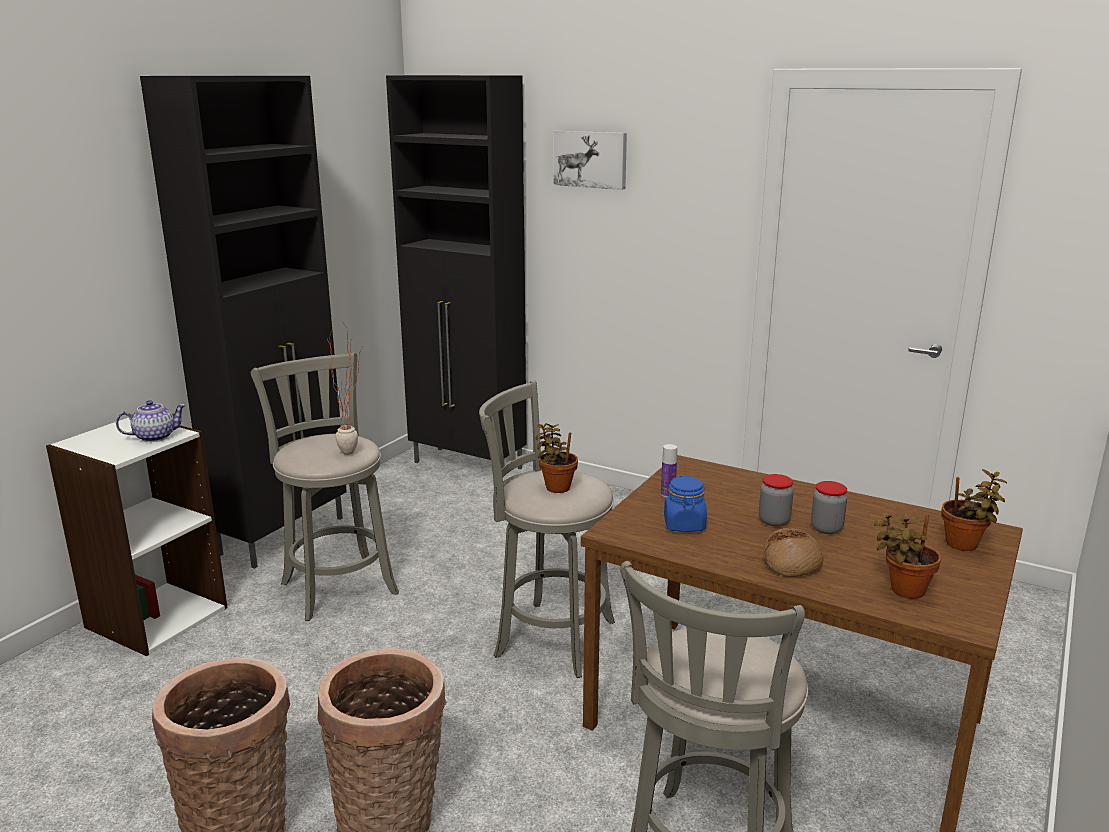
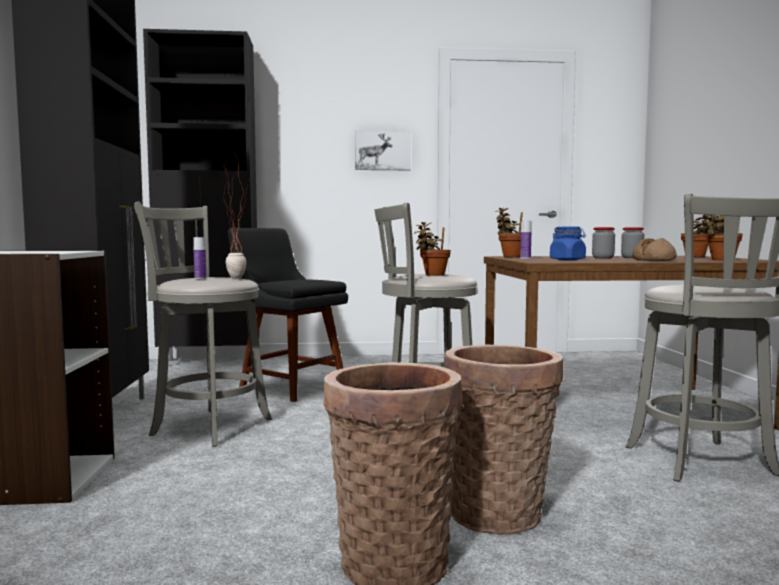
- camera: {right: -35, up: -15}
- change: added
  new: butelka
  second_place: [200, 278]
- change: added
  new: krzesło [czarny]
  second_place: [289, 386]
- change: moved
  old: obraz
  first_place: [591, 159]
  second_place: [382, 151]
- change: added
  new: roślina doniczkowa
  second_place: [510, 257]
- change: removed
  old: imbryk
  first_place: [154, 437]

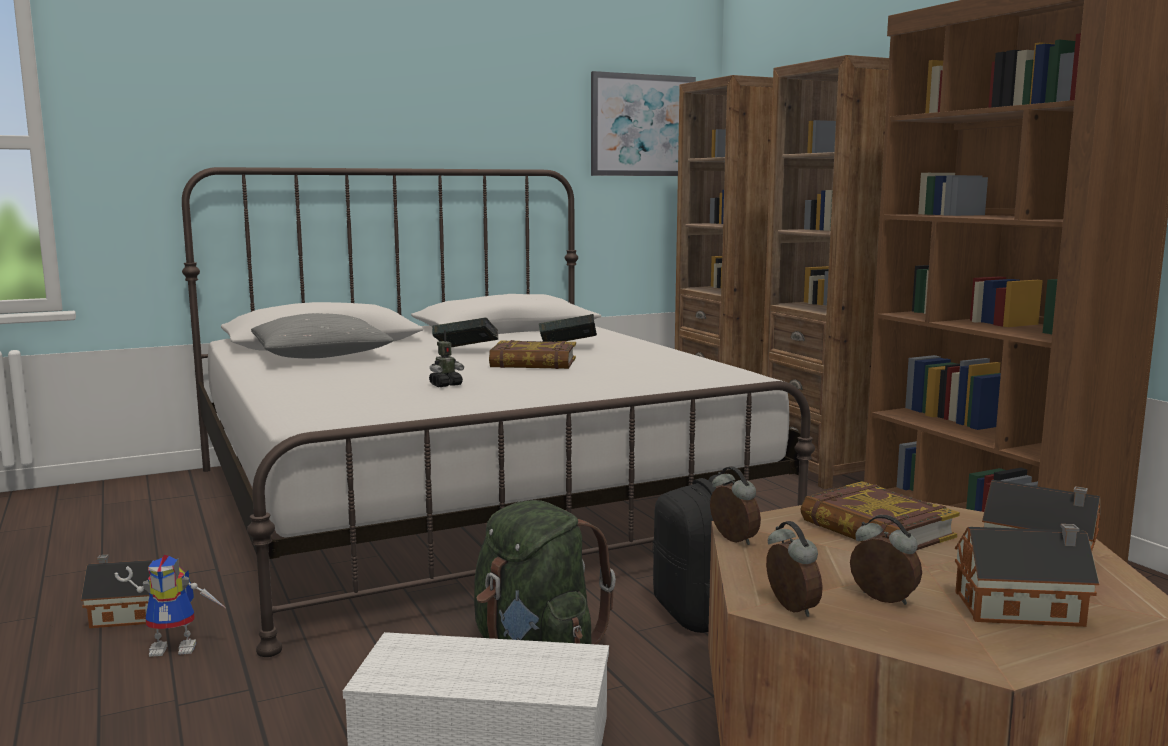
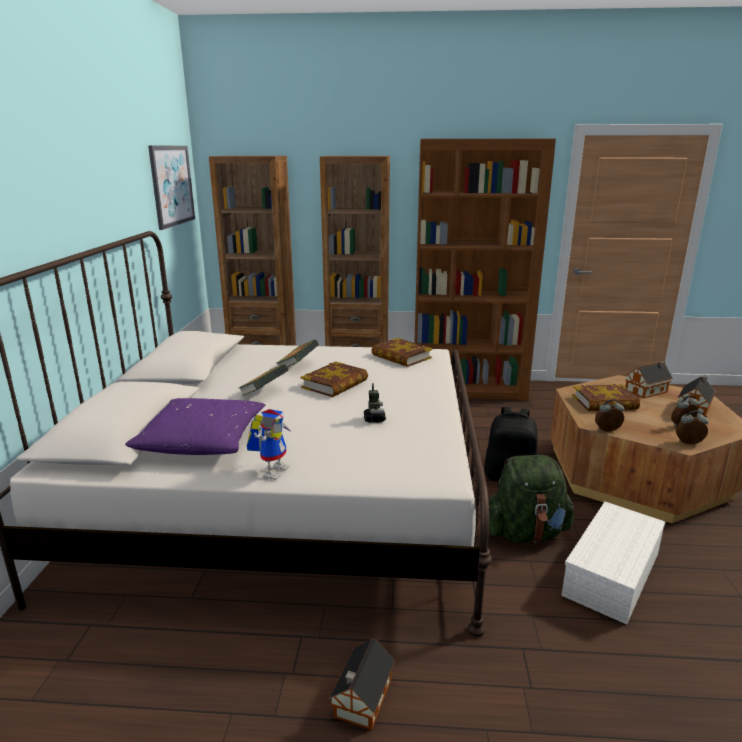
- camera: {right: -60, up: 10}
- change: recoloured
  old: poduszka [szary]
  new: poduszka [fioletowy]
  first_place: [321, 356]
  second_place: [202, 440]
- change: moved
  old: robot zabawkowy
  first_place: [178, 646]
  second_place: [273, 470]
- change: added
  new: książka
  second_place: [401, 357]

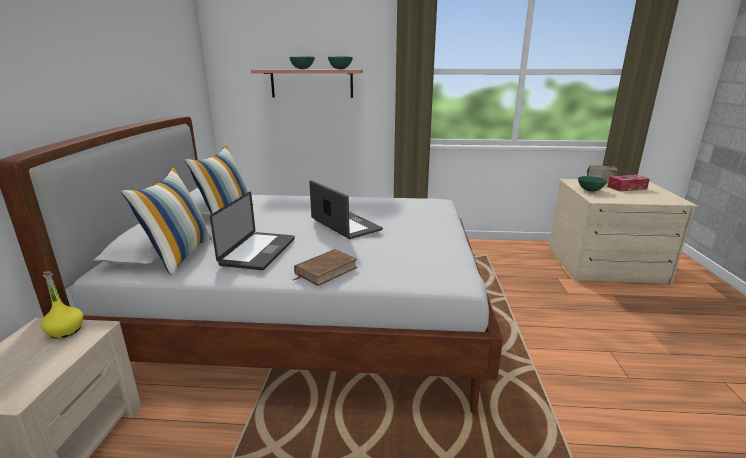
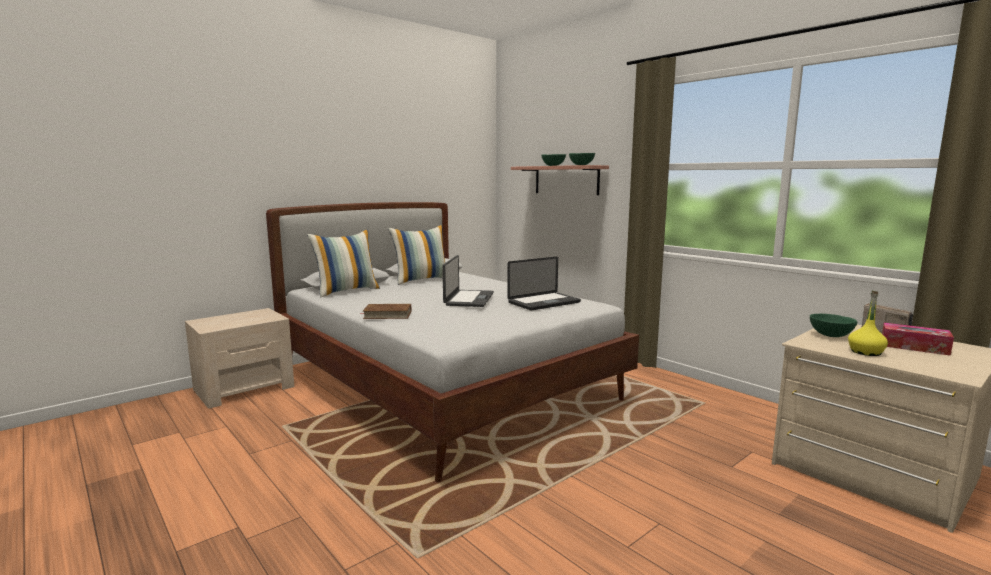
- camera: {right: 45, up: -10}
- change: moved
  old: laptop
  first_place: [258, 252]
  second_place: [544, 302]
- change: moved
  old: butelka [żółty]
  first_place: [66, 331]
  second_place: [866, 352]

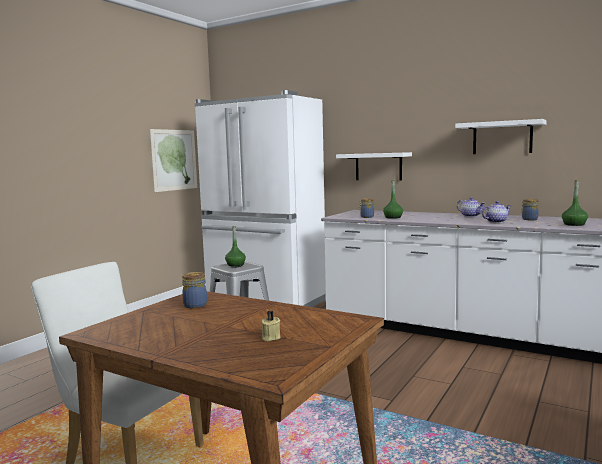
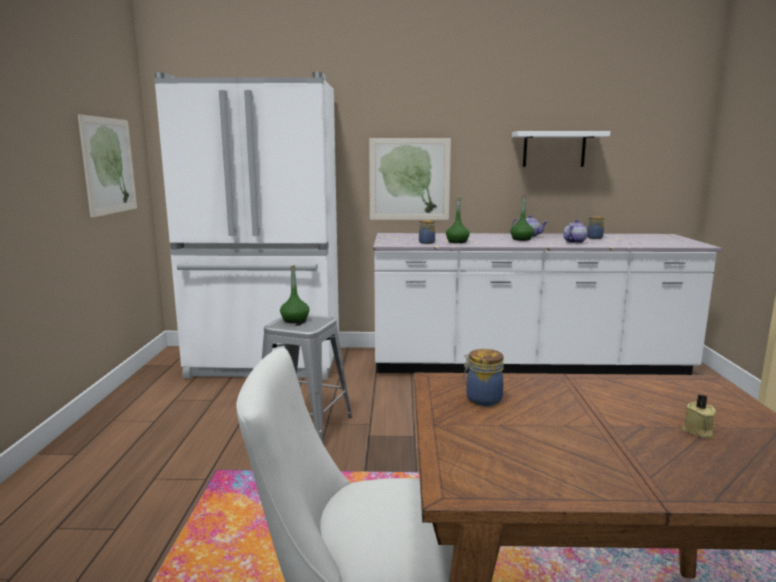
- camera: {right: -30, up: 5}
- change: replaced
  old: półka [biały]
  new: obraz
  first_place: [378, 166]
  second_place: [409, 179]
- change: moved
  old: butelka [zielony]
  first_place: [574, 224]
  second_place: [521, 239]

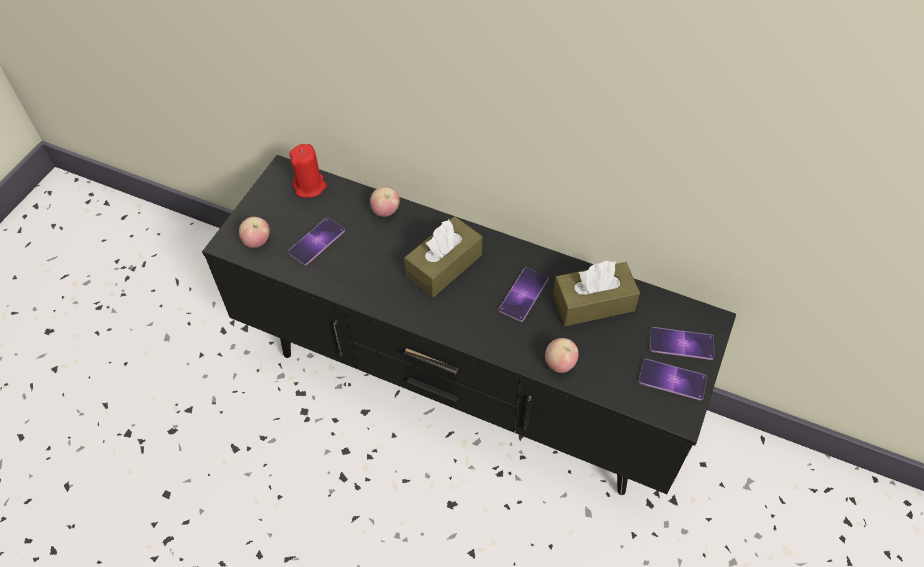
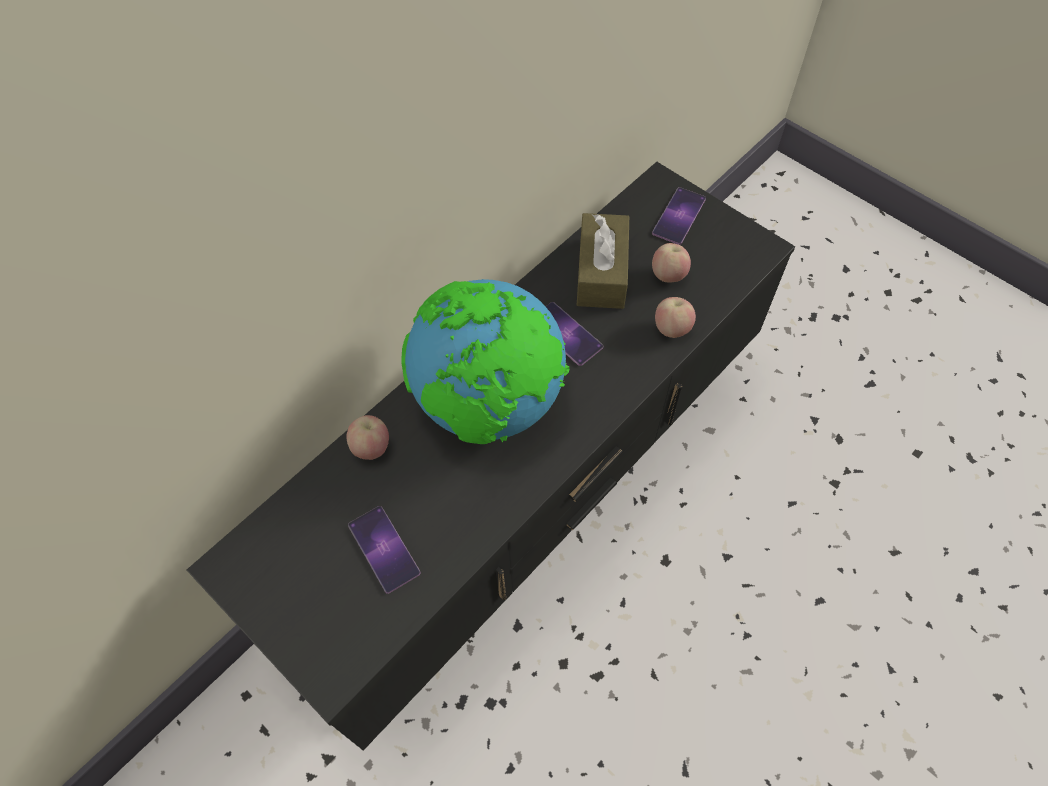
- camera: {right: -70, up: 5}
- change: replaced
  old: pudełko chusteczek [brązowy]
  new: globus
  first_place: [444, 265]
  second_place: [490, 403]
- change: moved
  old: jabłko
  first_place: [257, 242]
  second_place: [668, 275]
- change: removed
  old: świeca [czerwony]
  first_place: [310, 186]
- change: removed
  old: telefon
  first_place: [672, 379]

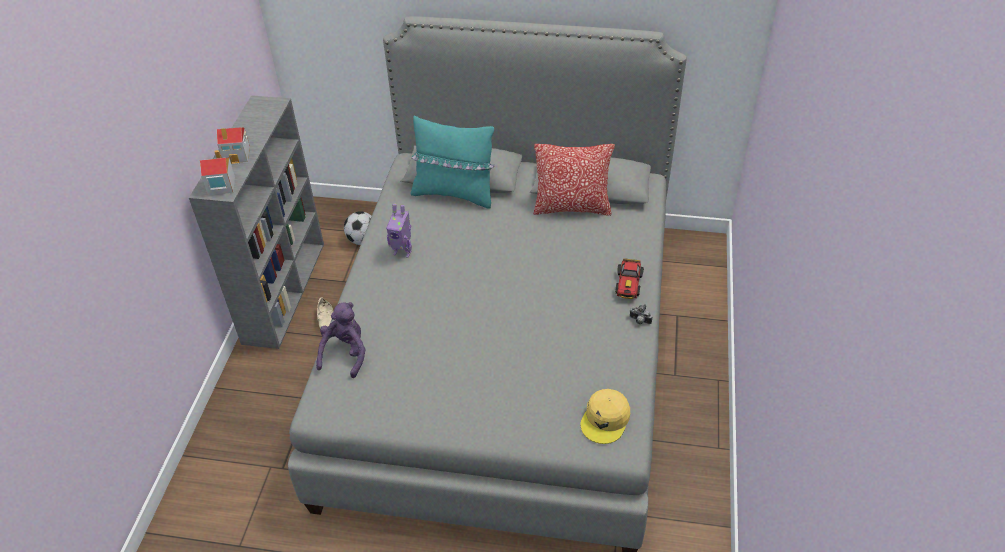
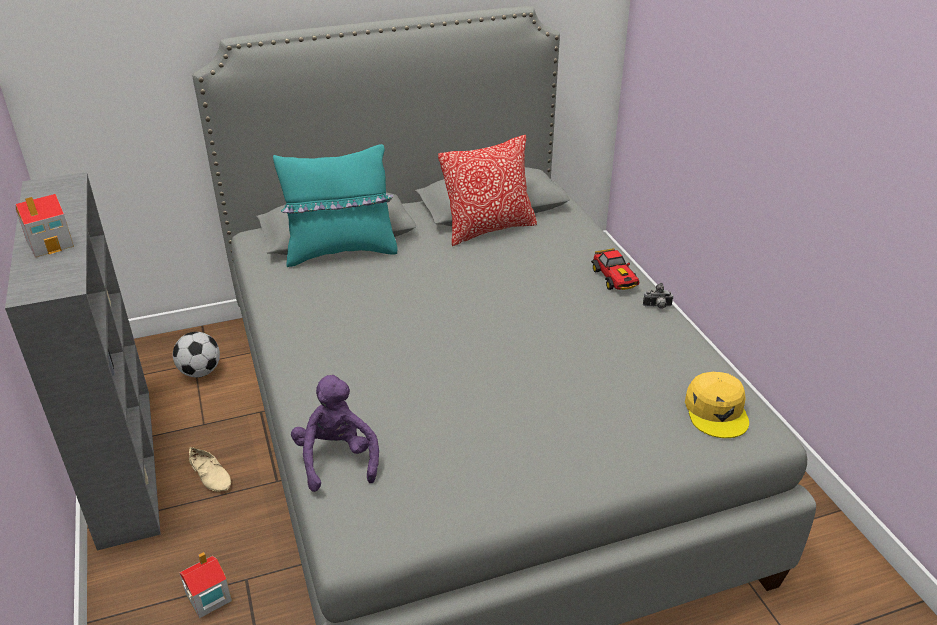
- camera: {right: -30, up: -10}
- change: moved
  old: domek
  first_place: [221, 186]
  second_place: [208, 598]
- change: removed
  old: robot zabawkowy
  first_place: [402, 252]

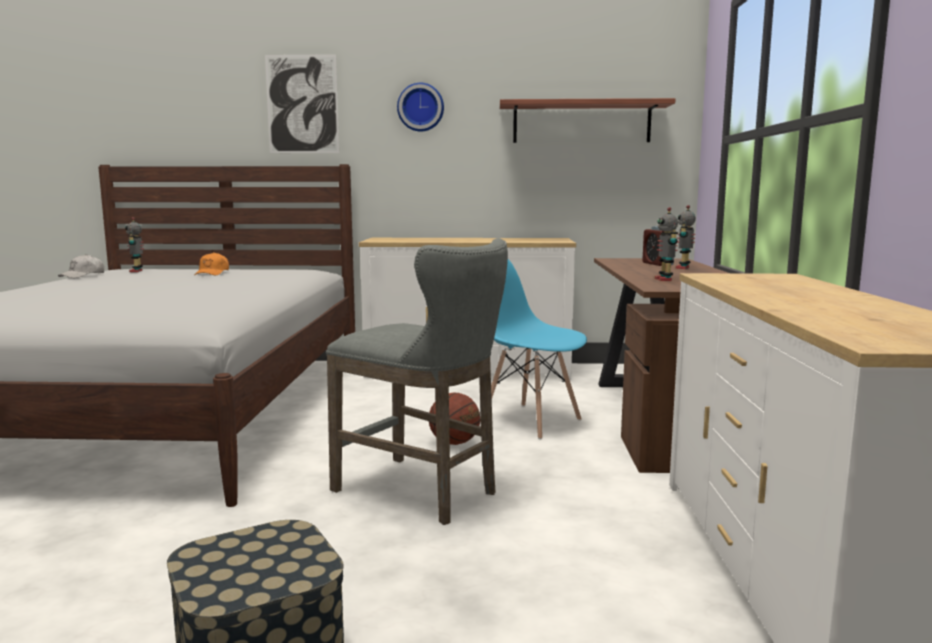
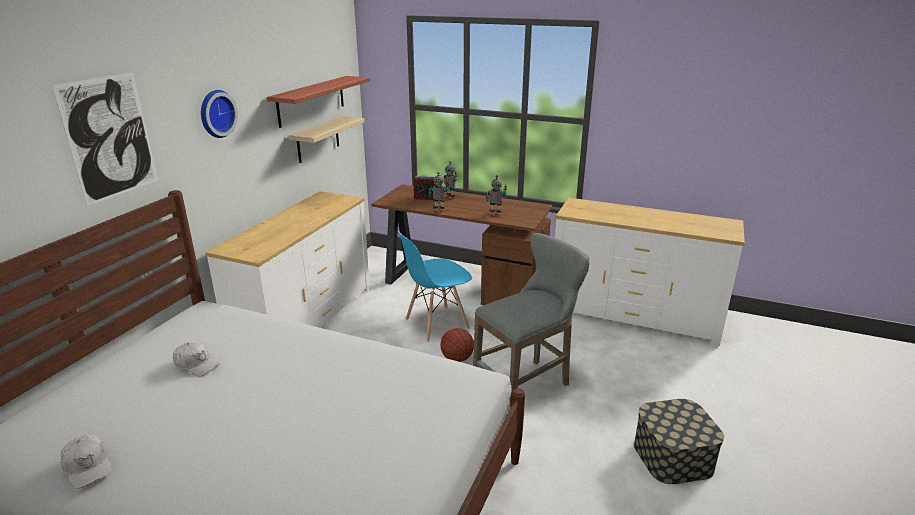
- camera: {right: -70, up: 15}
- change: recoloured
  old: czapka z daszkiem [pomarańczowy]
  new: czapka z daszkiem [biały]
  first_place: [212, 273]
  second_place: [197, 364]
- change: added
  new: półka [beżowy]
  second_place: [318, 139]
- change: moved
  old: robot zabawkowy
  first_place: [137, 271]
  second_place: [438, 210]

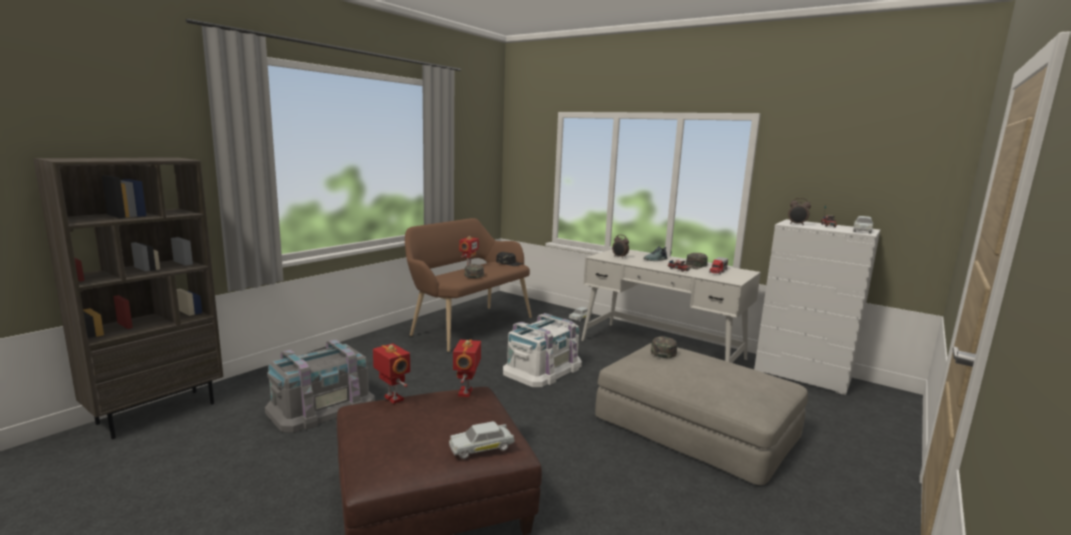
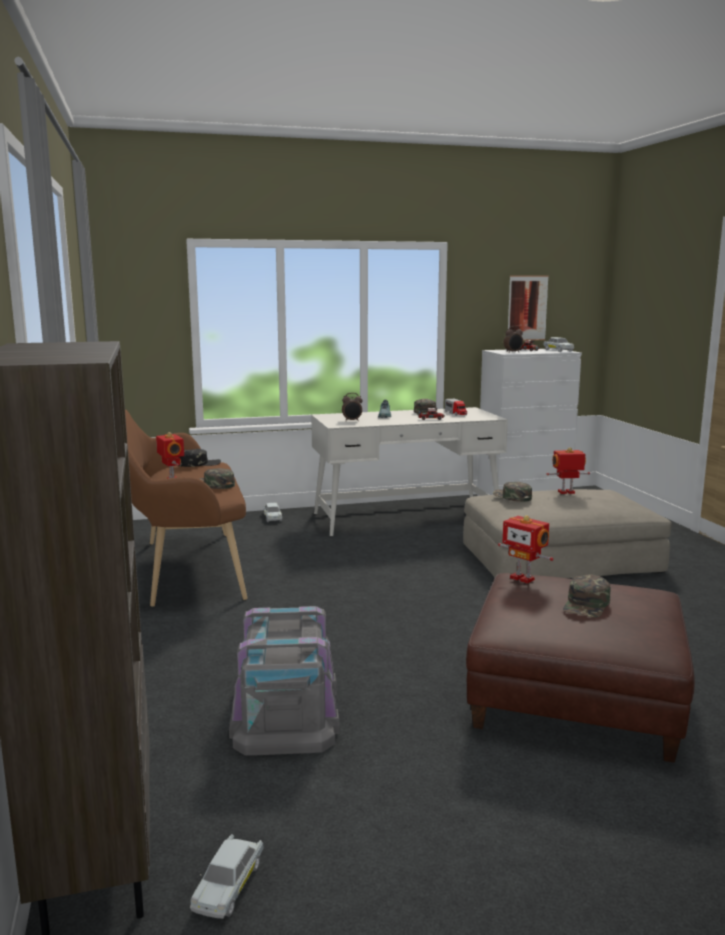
- camera: {right: -50, up: 0}
- change: moved
  old: samochodzik [biały]
  first_place: [481, 447]
  second_place: [228, 885]
- change: added
  new: obraz
  second_place: [527, 308]
- change: moved
  old: robot zabawkowy
  first_place: [392, 399]
  second_place: [566, 492]
- change: added
  new: czapka z daszkiem [zielony]
  second_place: [587, 605]
- change: removed
  old: pojemnik do przechowywania [biały]
  first_place: [542, 368]

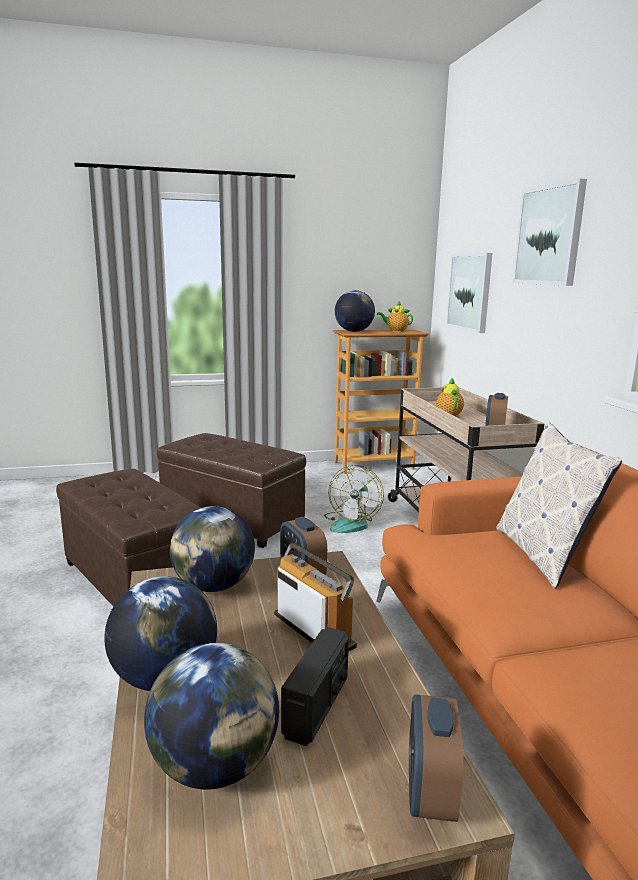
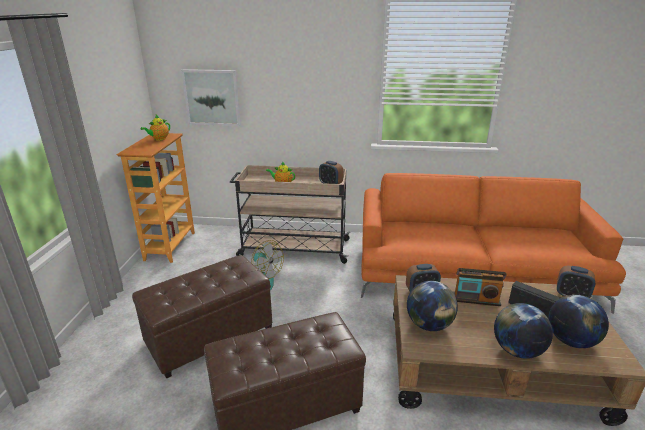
- camera: {right: -70, up: 10}
- change: turned
  old: radio
  first_place: [313, 630]
  second_place: [476, 299]
  degrees: -150
- change: removed
  old: globus
  first_place: [354, 331]
- change: removed
  old: poduszka
  first_place: [542, 555]
- change: removed
  old: obraz
  first_place: [549, 235]

